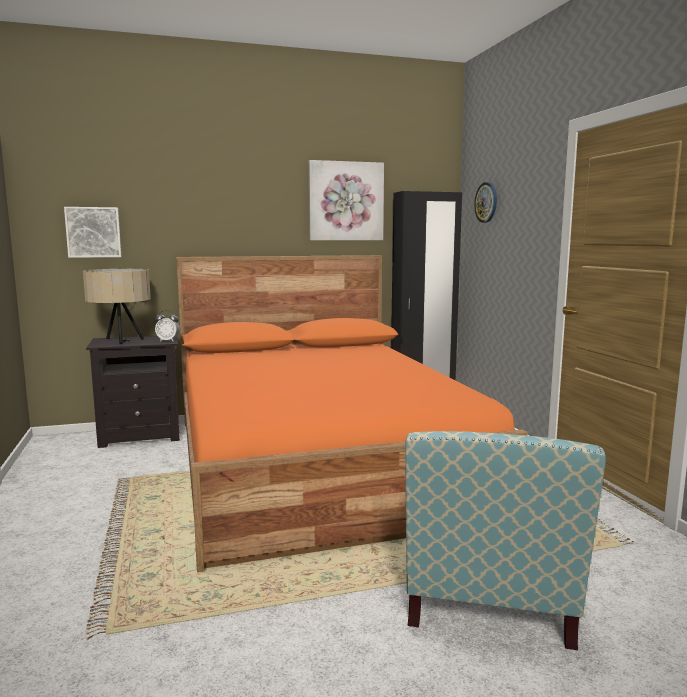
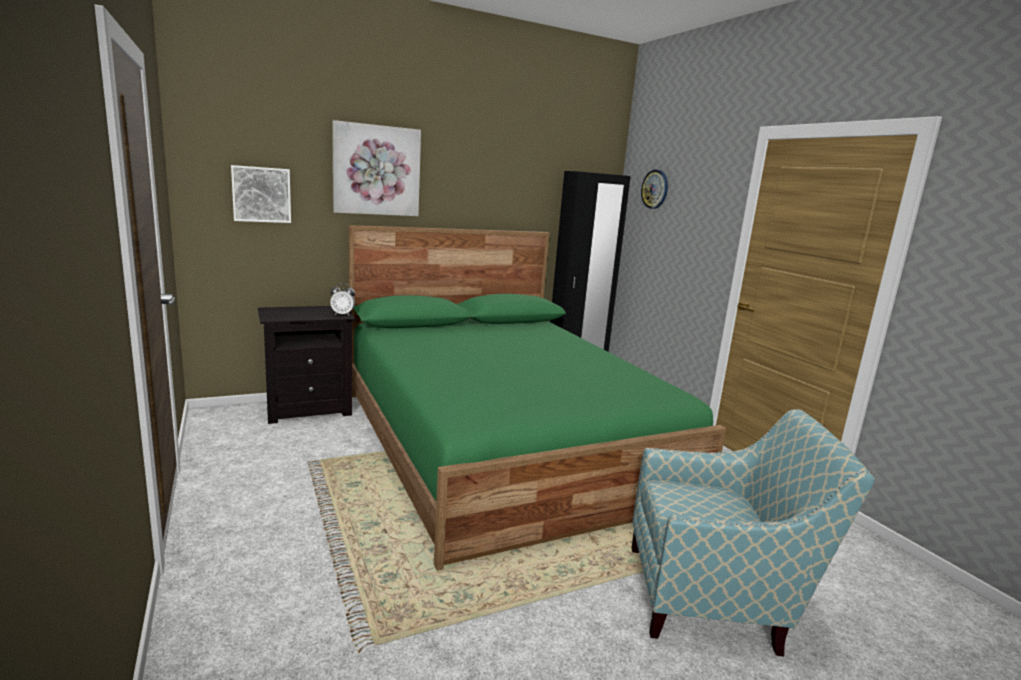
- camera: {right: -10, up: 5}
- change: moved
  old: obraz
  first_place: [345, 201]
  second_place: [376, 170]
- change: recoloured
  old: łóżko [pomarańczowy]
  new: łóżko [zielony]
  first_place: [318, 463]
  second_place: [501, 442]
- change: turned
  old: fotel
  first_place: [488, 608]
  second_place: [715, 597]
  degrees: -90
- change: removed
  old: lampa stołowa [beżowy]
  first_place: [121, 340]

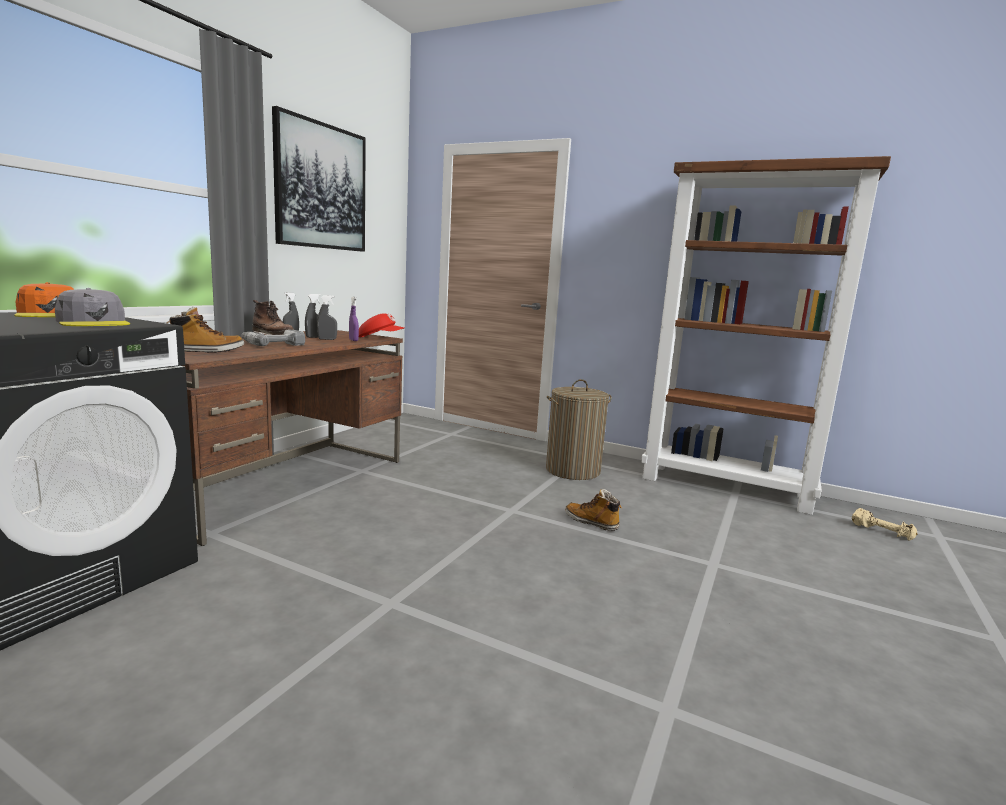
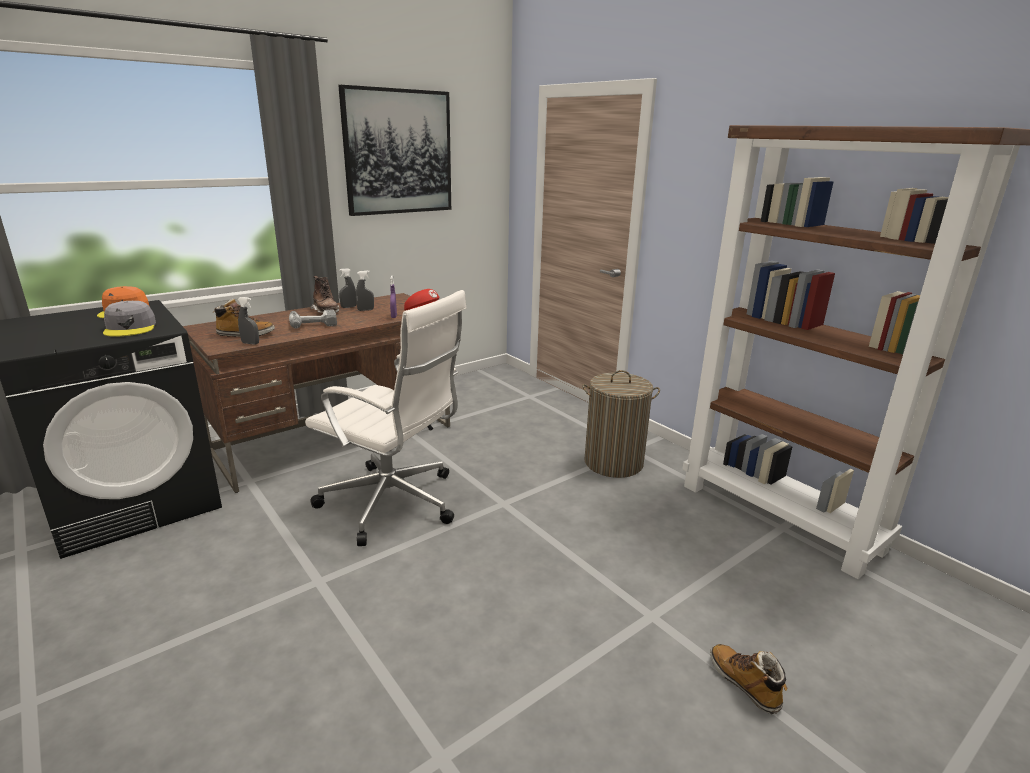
- camera: {right: 25, up: 10}
- change: moved
  old: spryskiwacz [szary]
  first_place: [327, 339]
  second_place: [250, 343]
- change: added
  new: krzesło biurowe [biały]
  second_place: [393, 504]
- change: moved
  old: but z cholewką
  first_place: [592, 522]
  second_place: [744, 684]
- change: removed
  old: hantel [beżowy]
  first_place: [882, 532]

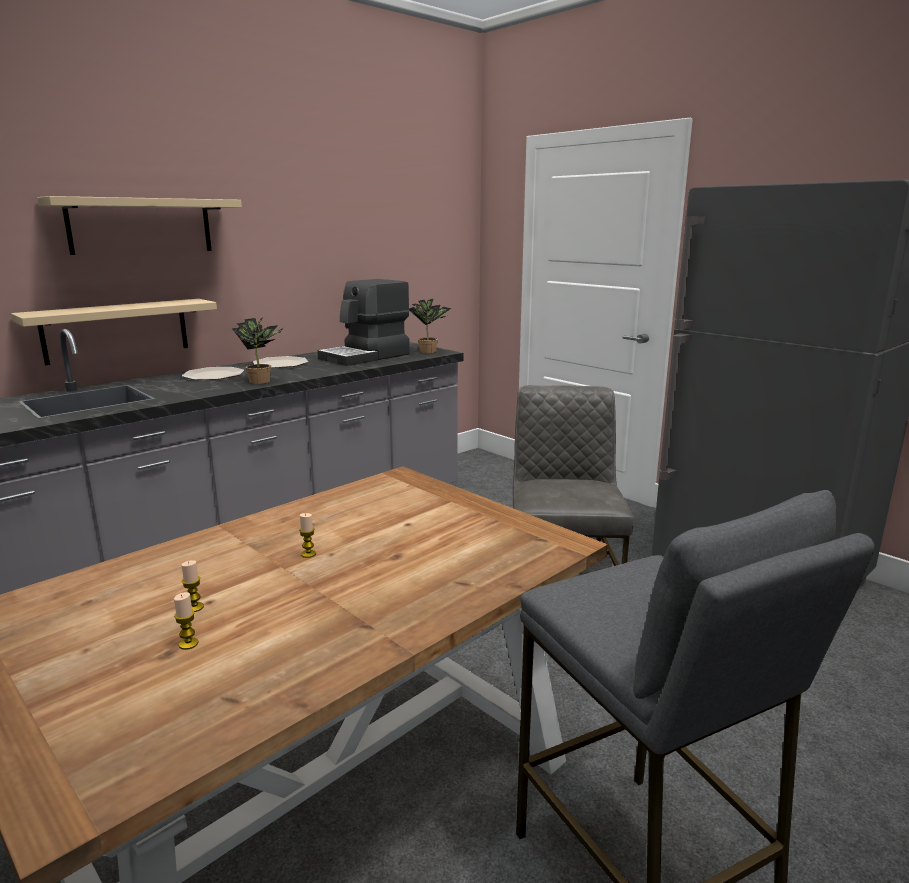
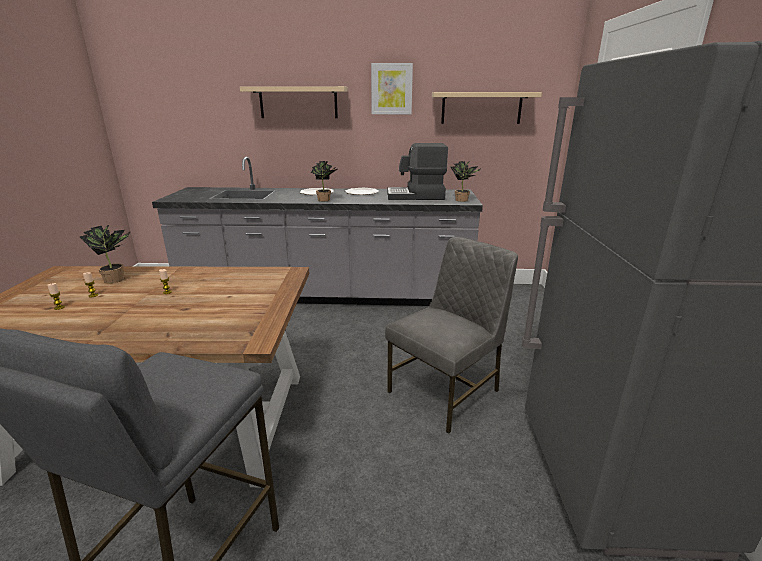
- camera: {right: 45, up: 5}
- change: added
  new: roślina doniczkowa
  second_place: [117, 279]
- change: added
  new: obraz
  second_place: [391, 89]
- change: moved
  old: półka [beżowy]
  first_place: [116, 330]
  second_place: [481, 108]

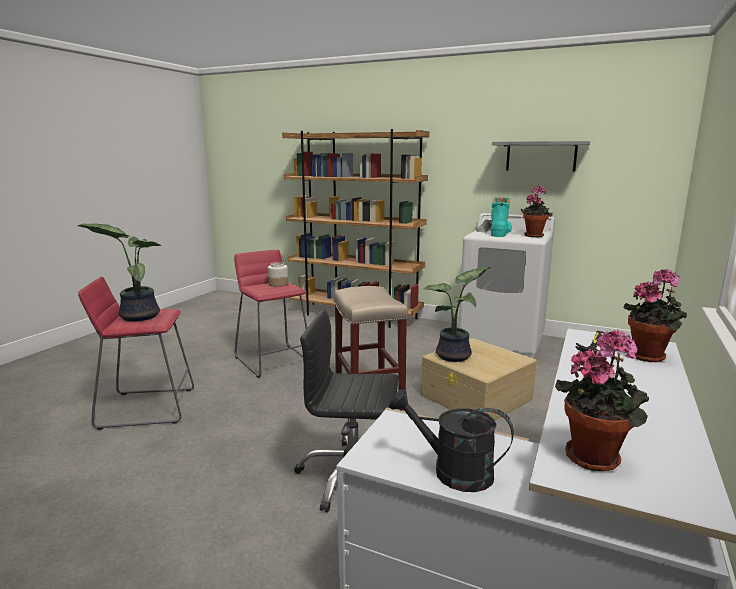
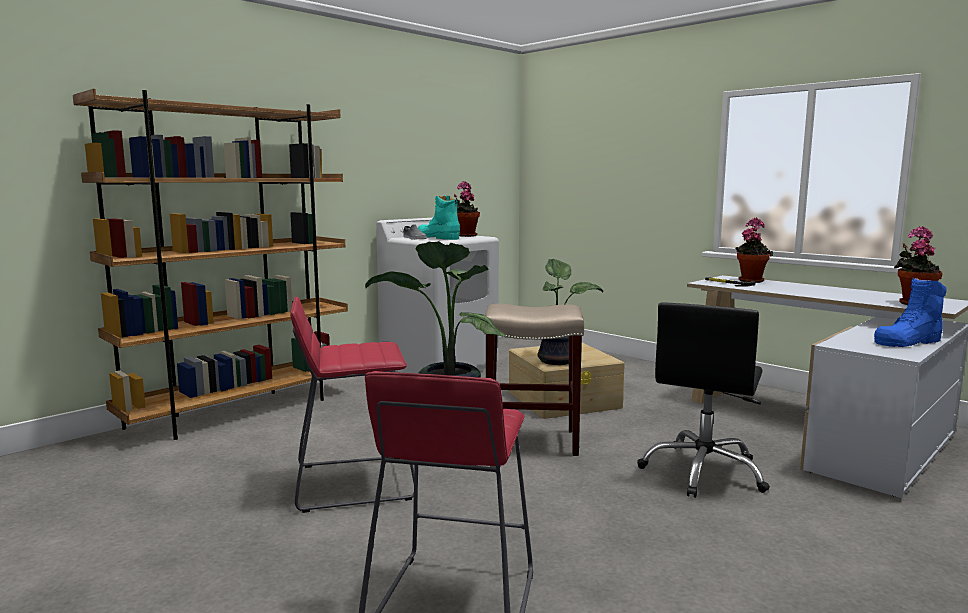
- camera: {right: -70, up: -5}
- change: replaced
  old: konewka [czarny]
  new: but z cholewką [niebieski]
  first_place: [452, 471]
  second_place: [908, 342]
- change: removed
  old: słoik
  first_place: [278, 284]
- change: removed
  old: półka [szary]
  first_place: [541, 156]

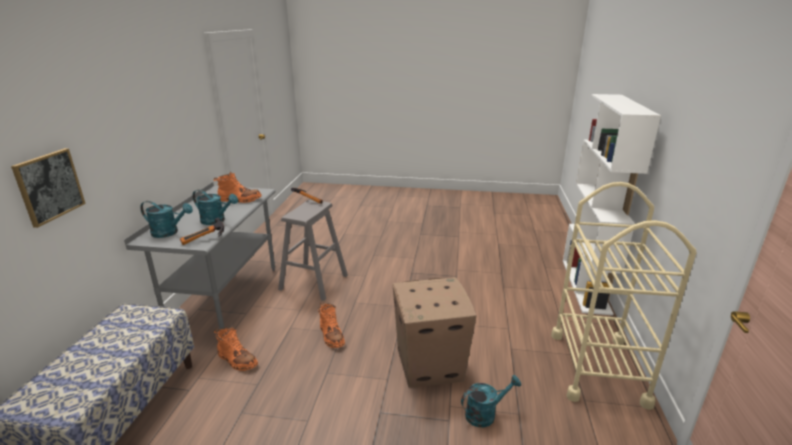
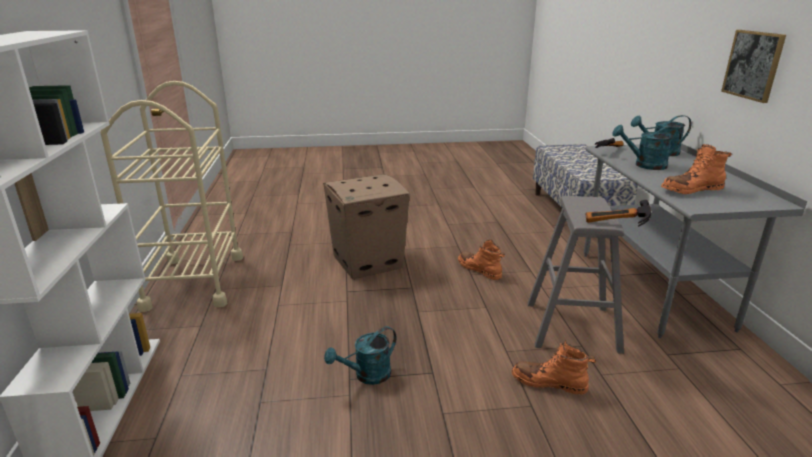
- camera: {right: 165, up: 0}
- change: moved
  old: konewka [turkusowy]
  first_place: [485, 414]
  second_place: [367, 376]
- change: moved
  old: but z cholewką [pomarańczowy]
  first_place: [237, 360]
  second_place: [549, 383]
- change: moved
  old: obraz
  first_place: [49, 186]
  second_place: [753, 65]

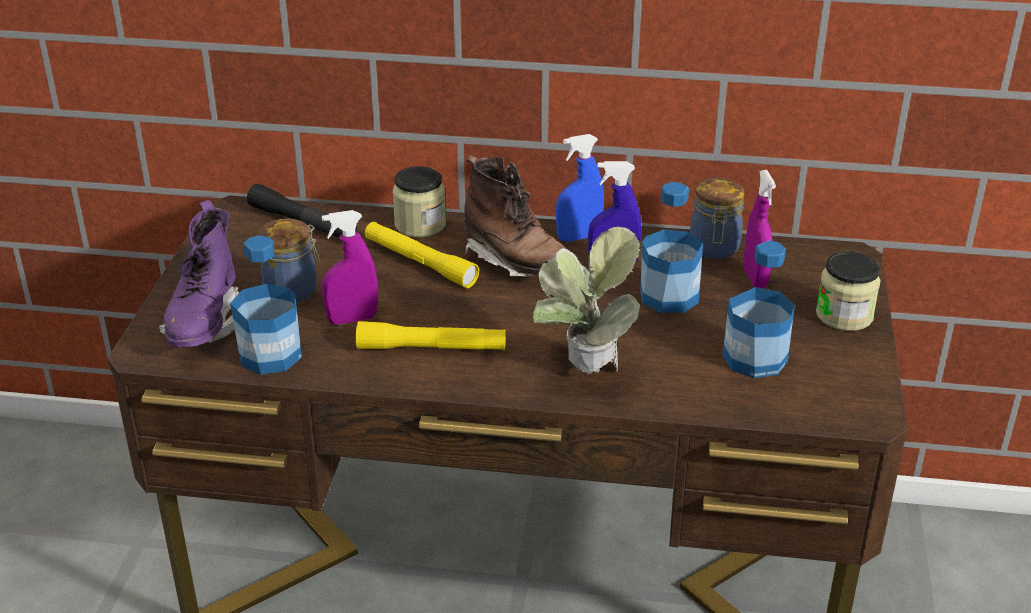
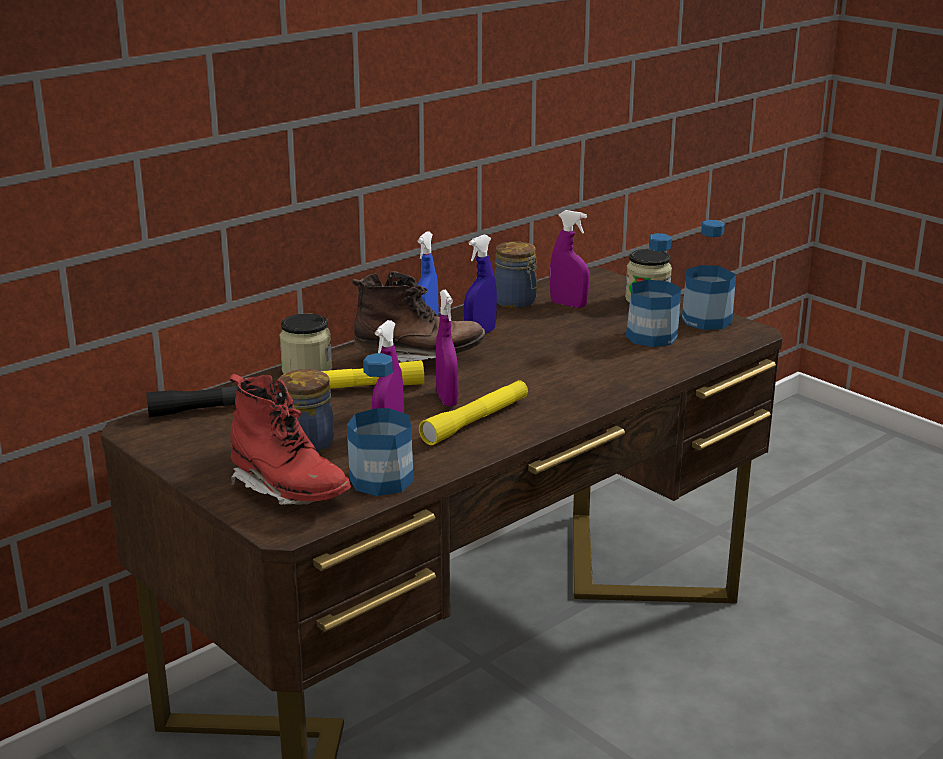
- camera: {right: -50, up: -10}
- change: recoloured
  old: but z cholewką [fioletowy]
  new: but z cholewką [czerwony]
  first_place: [205, 323]
  second_place: [289, 491]
- change: added
  new: spryskiwacz [fioletowy]
  second_place: [447, 399]
- change: moved
  old: butelka
  first_place: [669, 296]
  second_place: [706, 320]
- change: removed
  old: roślina doniczkowa
  first_place: [583, 375]

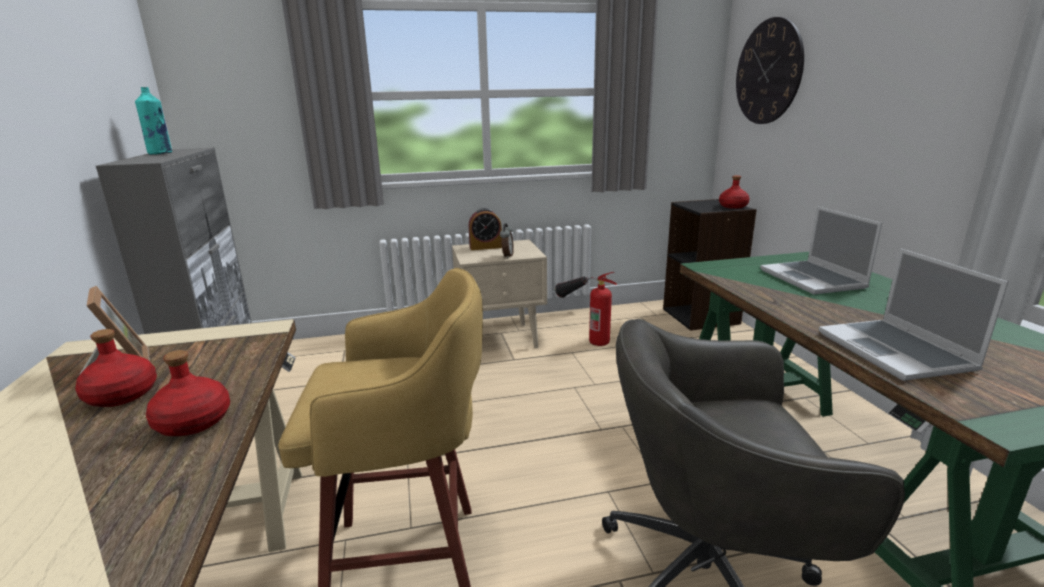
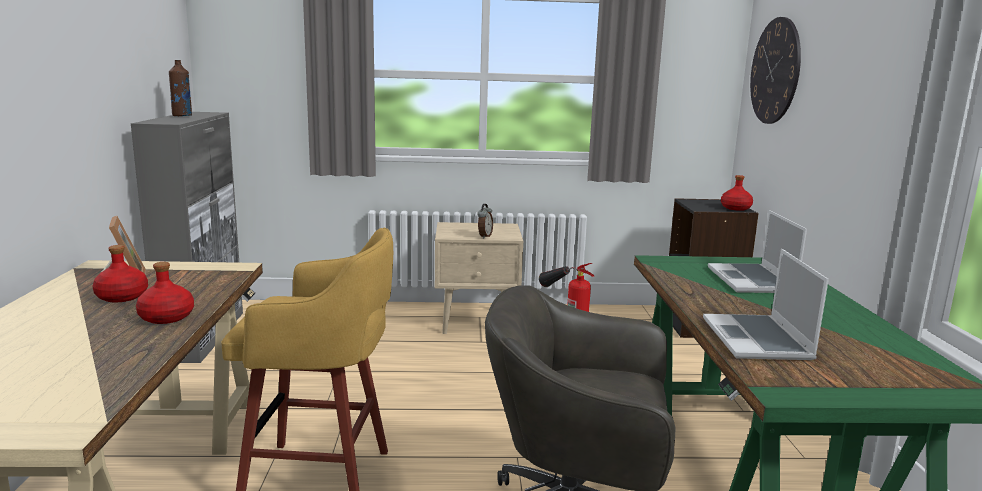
- camera: {right: 10, up: -5}
- change: recoloured
  old: butelka [turkusowy]
  new: butelka [brązowy]
  first_place: [160, 154]
  second_place: [182, 116]
- change: removed
  old: budzik
  first_place: [485, 247]

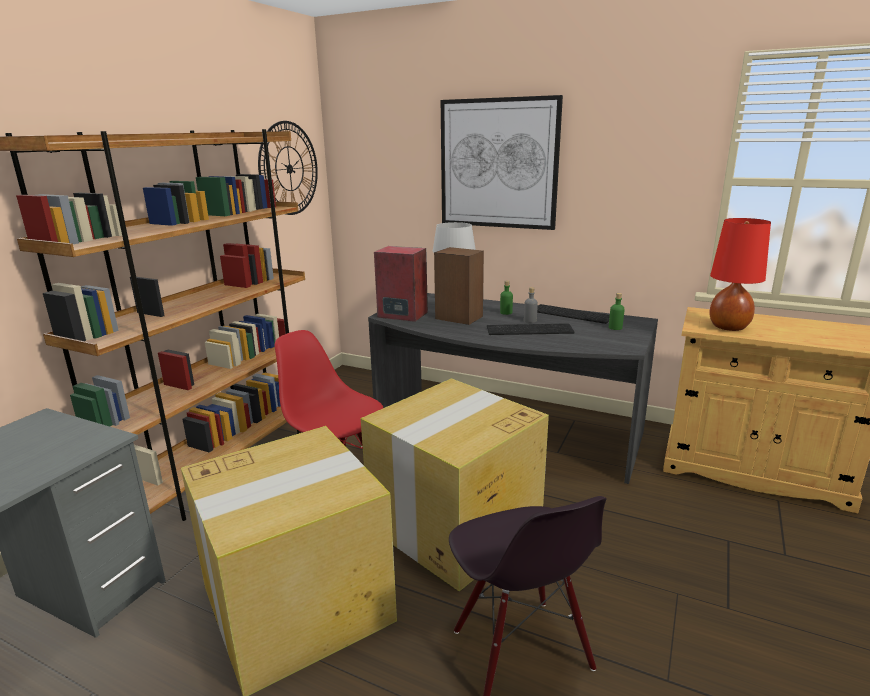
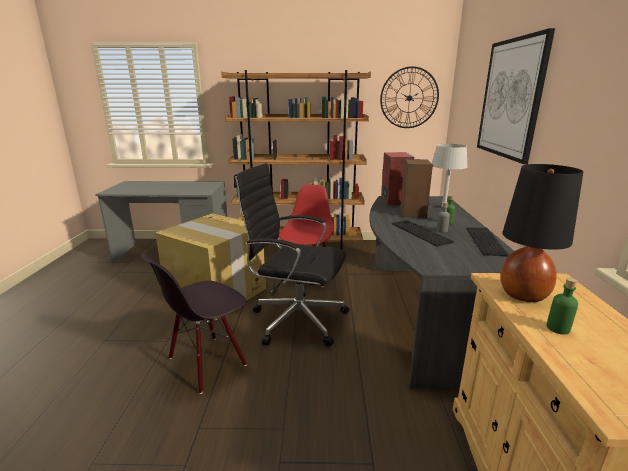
- camera: {right: 65, up: 0}
- change: replaced
  old: karton
  new: krzesło biurowe [czarny]
  first_place: [453, 527]
  second_place: [296, 319]
- change: recoloured
  old: lampa stołowa [czerwony]
  new: lampa stołowa [czarny]
  first_place: [728, 327]
  second_place: [524, 295]
- change: moved
  old: butelka [zielony]
  first_place: [615, 327]
  second_place: [558, 328]

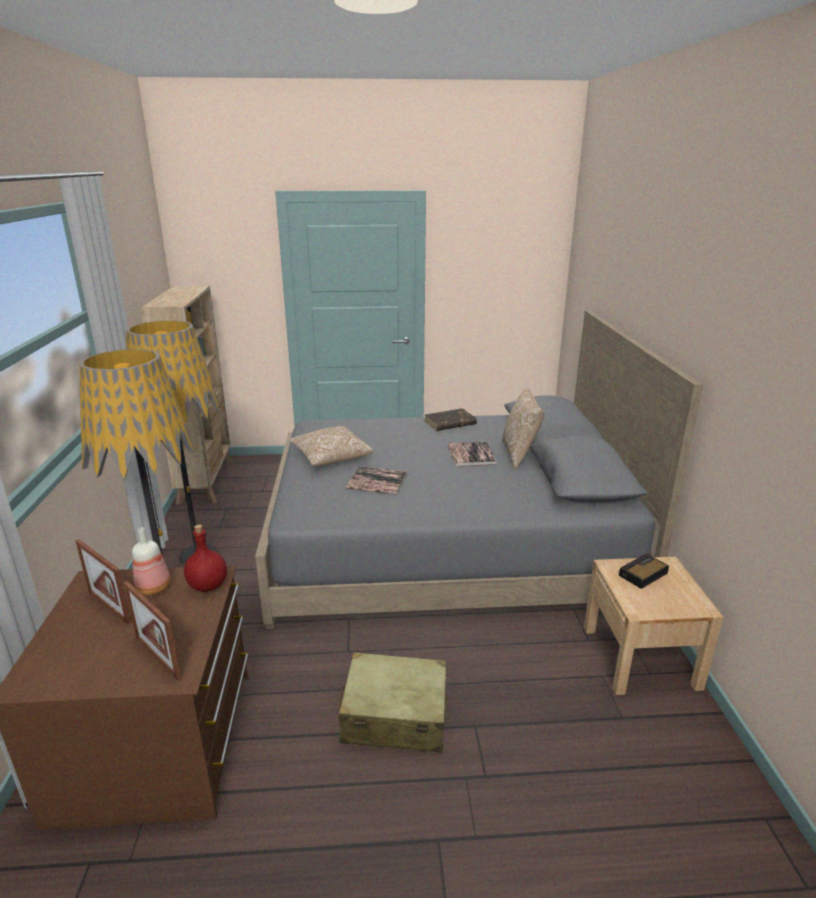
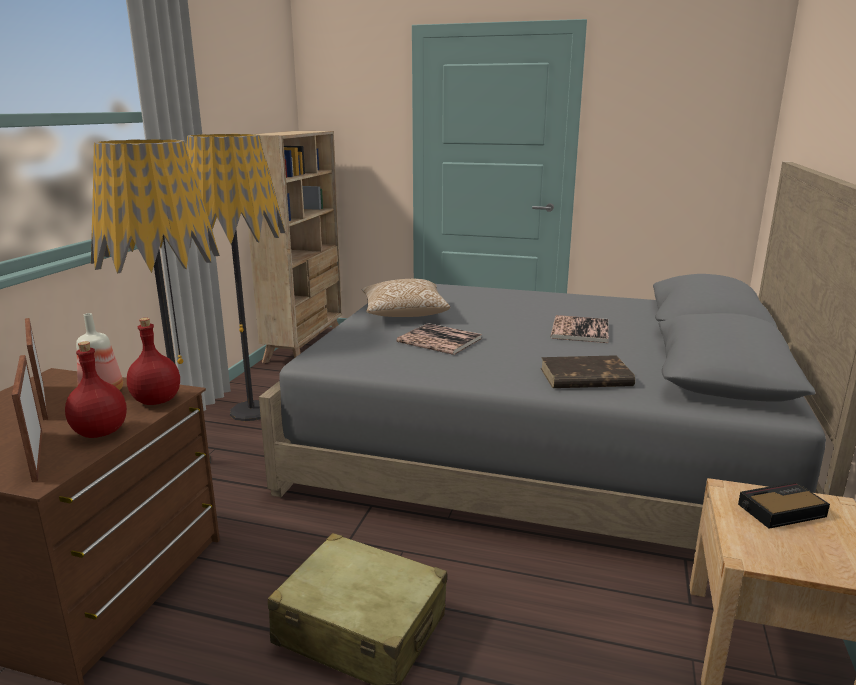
- camera: {right: 20, up: -5}
- change: added
  new: butelka [czerwony]
  second_place: [100, 432]
- change: moved
  old: książka [brązowy]
  first_place: [449, 423]
  second_place: [584, 378]
- change: removed
  old: poduszka
  first_place: [519, 454]

